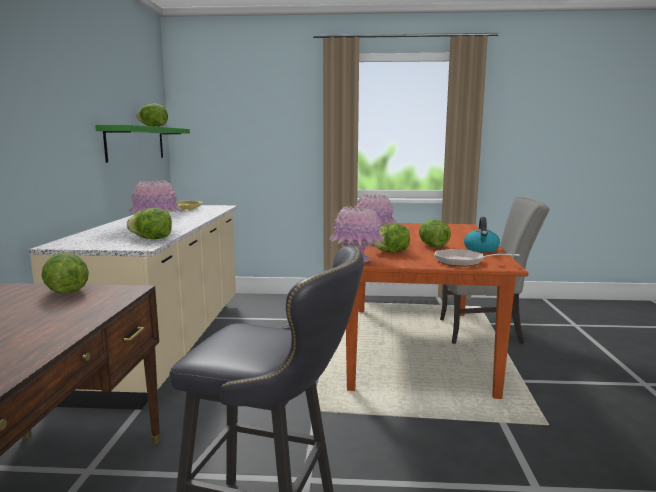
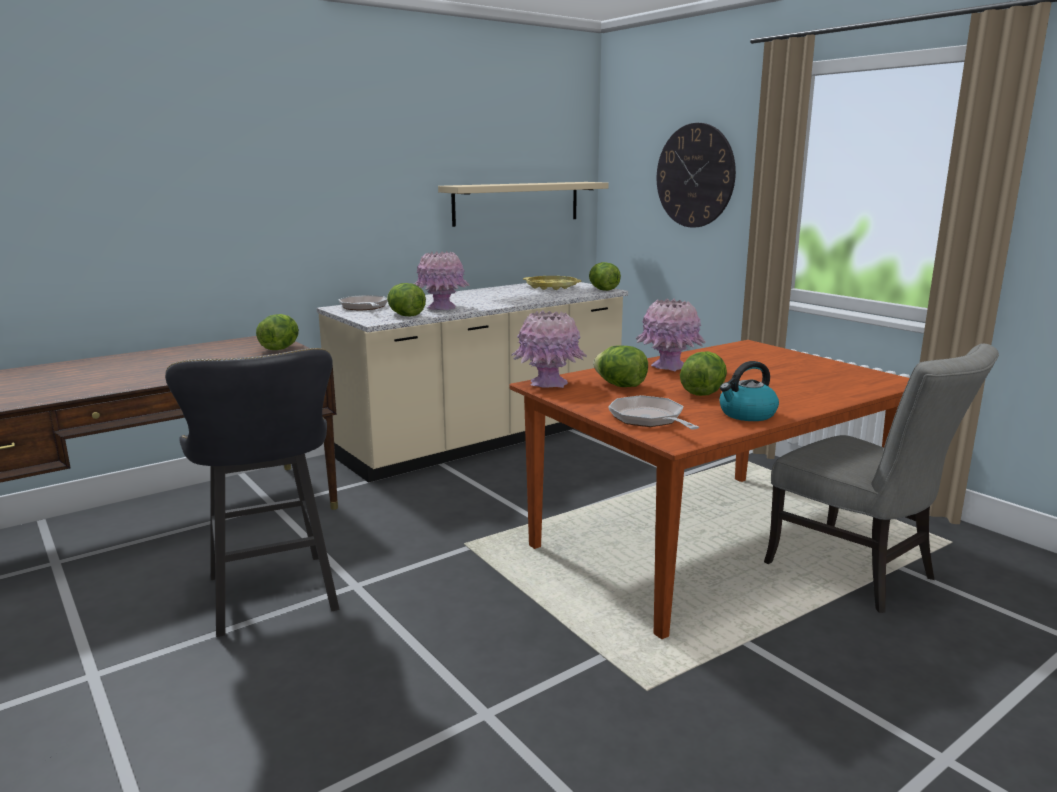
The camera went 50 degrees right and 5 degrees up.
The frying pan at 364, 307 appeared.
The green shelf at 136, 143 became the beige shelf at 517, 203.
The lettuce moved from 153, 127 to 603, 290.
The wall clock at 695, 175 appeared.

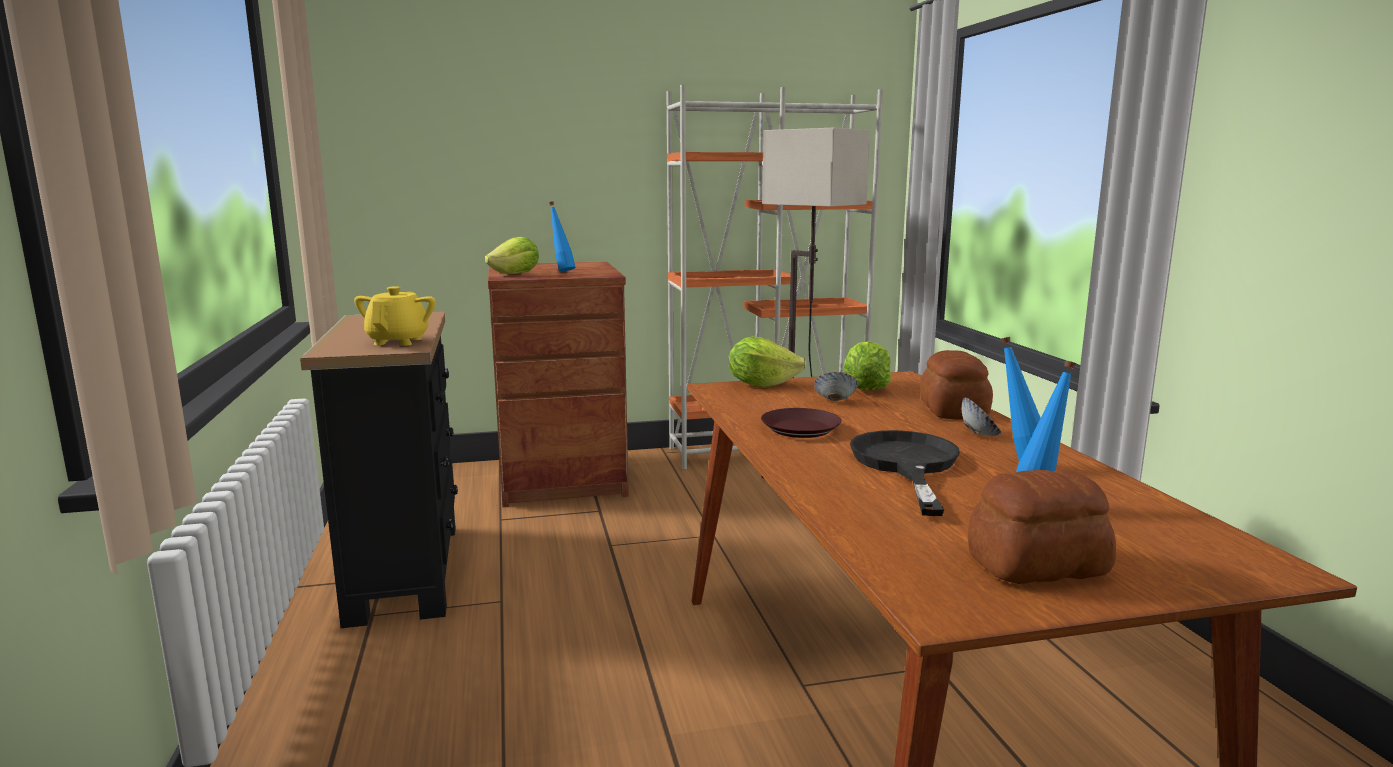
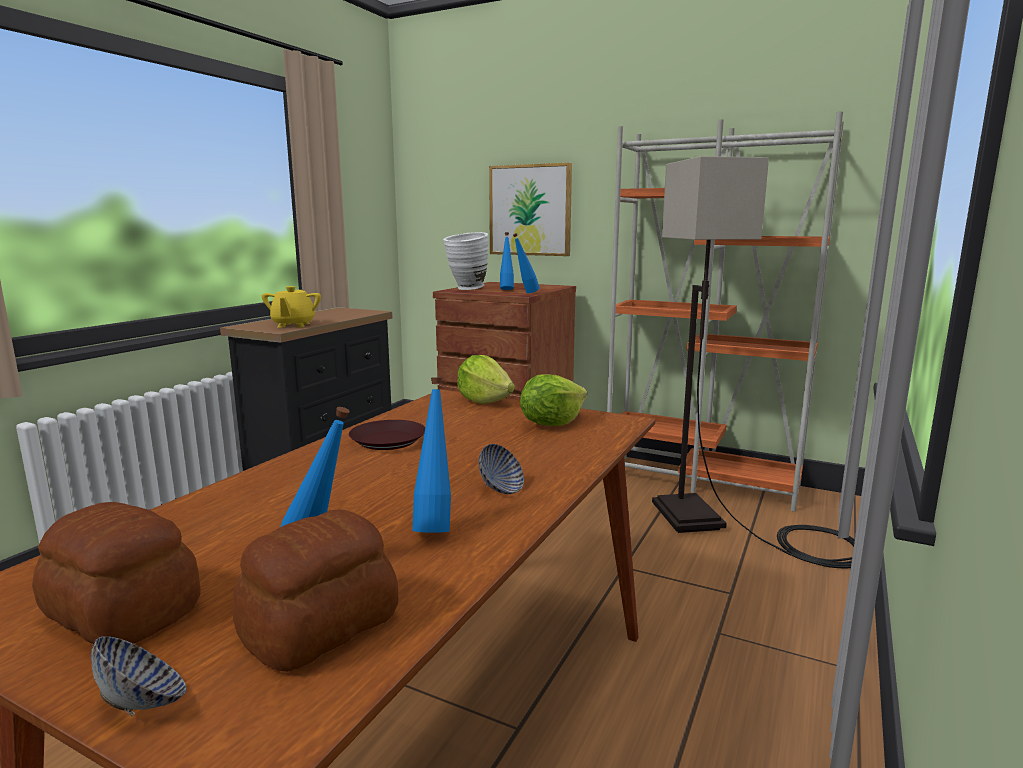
The camera went 40 degrees right and 0 degrees up.
The bowl moved from 835, 401 to 144, 702.
The bread moved from 954, 410 to 322, 626.
The yellow teapot at 398, 341 turned 135 degrees clockwise.
The lettuce at 515, 274 was replaced by the white vase at 466, 289.
The picture at 530, 210 appeared.
The blue bottle at 525, 293 appeared.
The black frying pan at 906, 465 disappeared.

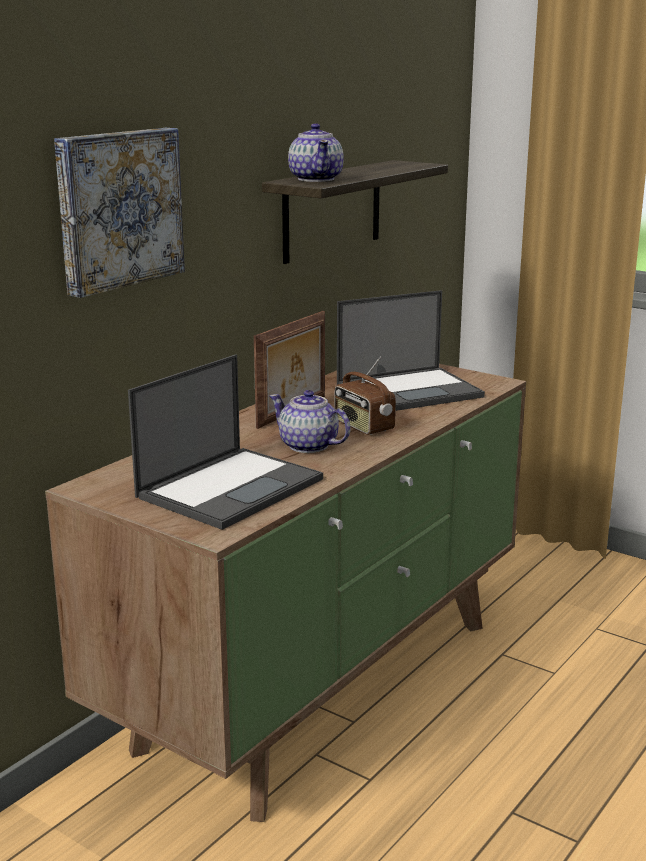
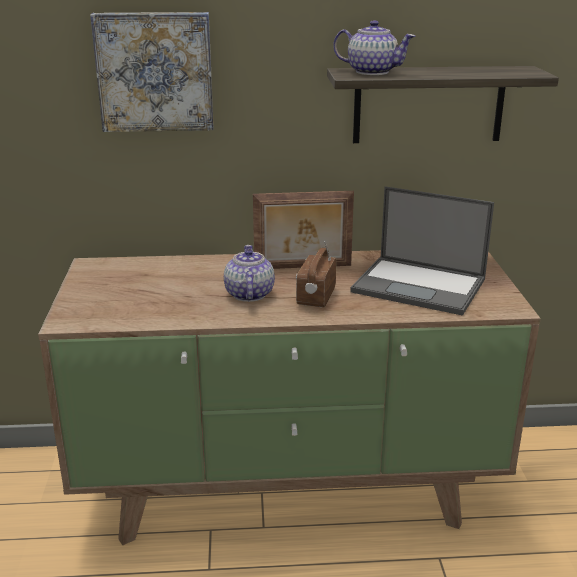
The camera went 50 degrees right and 5 degrees up.
The teapot at 316, 179 turned 105 degrees counterclockwise.
The laptop at 231, 487 disappeared.

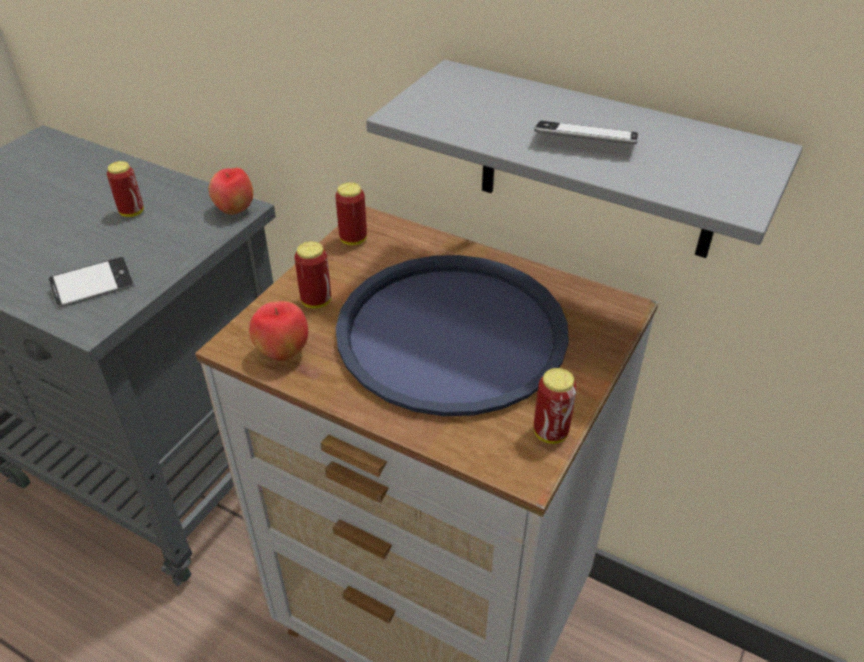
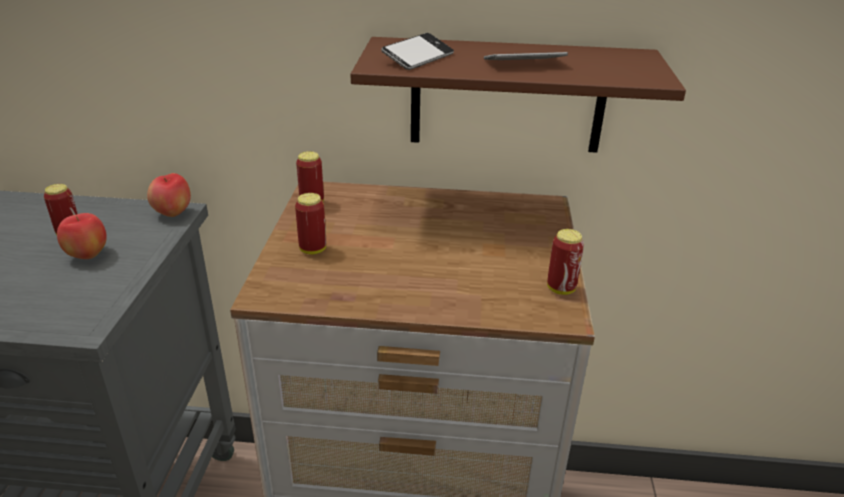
The camera went 25 degrees left and 10 degrees down.
The apple moved from 283, 353 to 88, 255.
The grey shelf at 598, 162 became the brown shelf at 507, 96.
The phone moved from 93, 287 to 418, 58.
The blue tray at 451, 333 disappeared.

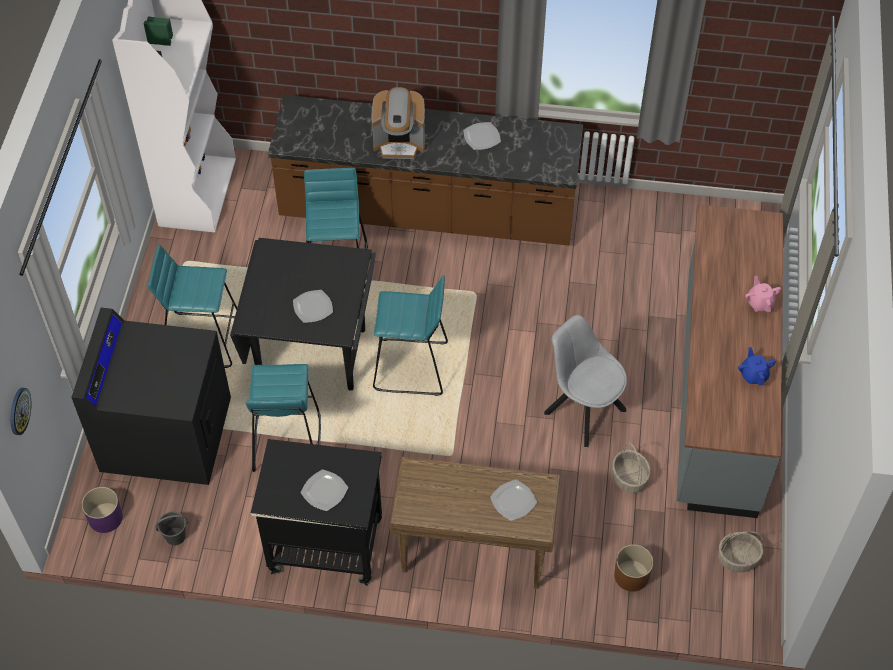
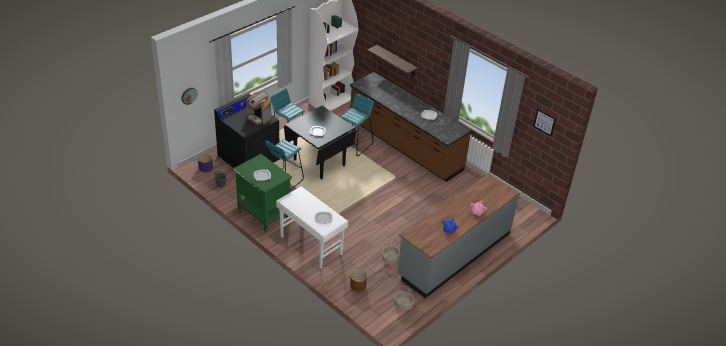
The camera went 35 degrees right and 15 degrees down.
The black cart at 324, 546 became the green cart at 263, 215.
The coffee machine moved from 399, 143 to 259, 118.
The brown console table at 473, 551 became the white console table at 310, 245.
The shelf at 396, 61 appeared.
The picture at 544, 122 appeared.
The turquoise stool at 411, 367 disappeared.
The grey chair at 583, 410 disappeared.

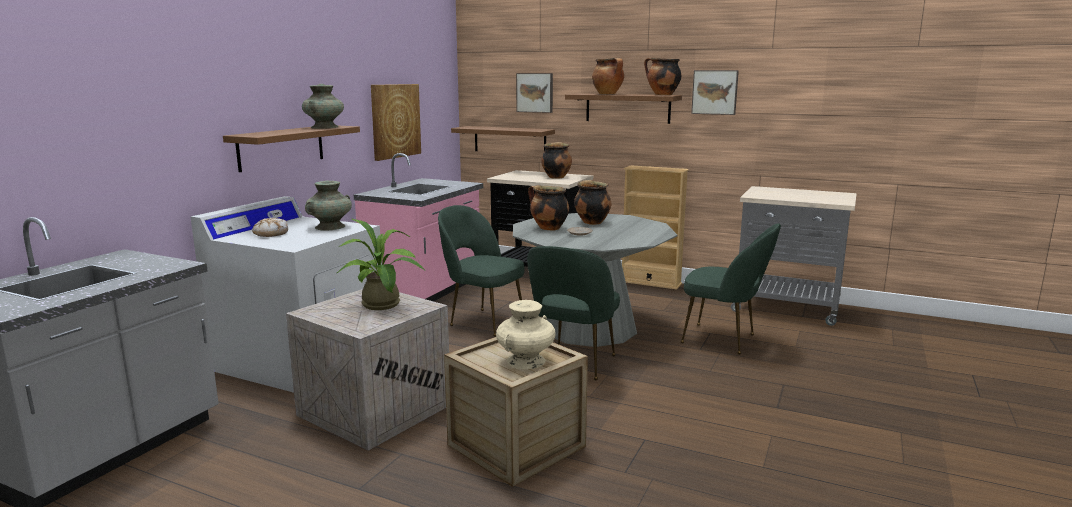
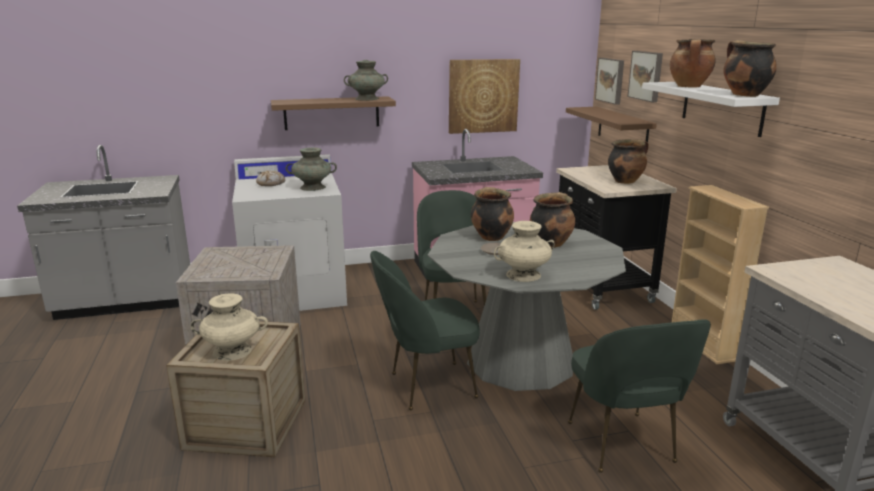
The camera went 50 degrees right and 5 degrees up.
The beige vase at 523, 275 appeared.
The picture moved from 715, 92 to 611, 80.
The brown shelf at 627, 108 became the white shelf at 721, 107.
The potted plant at 383, 306 disappeared.

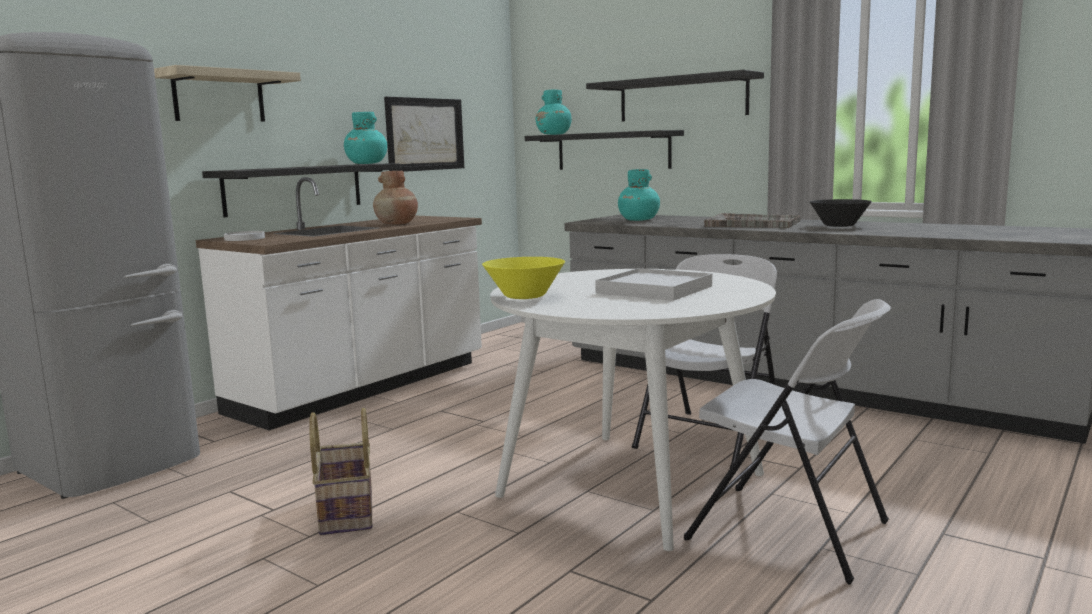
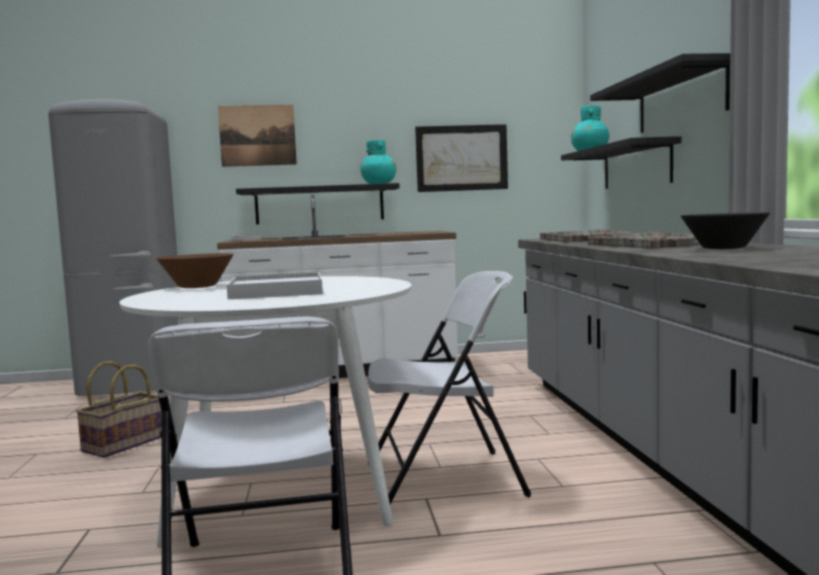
The camera went 45 degrees right and 5 degrees down.
The yellow bowl at 525, 296 became the brown bowl at 198, 286.
The shelf at 219, 97 was replaced by the picture at 257, 135.
The turquoise vase at 639, 220 was replaced by the grey tray at 584, 239.
The brown vase at 396, 224 disappeared.

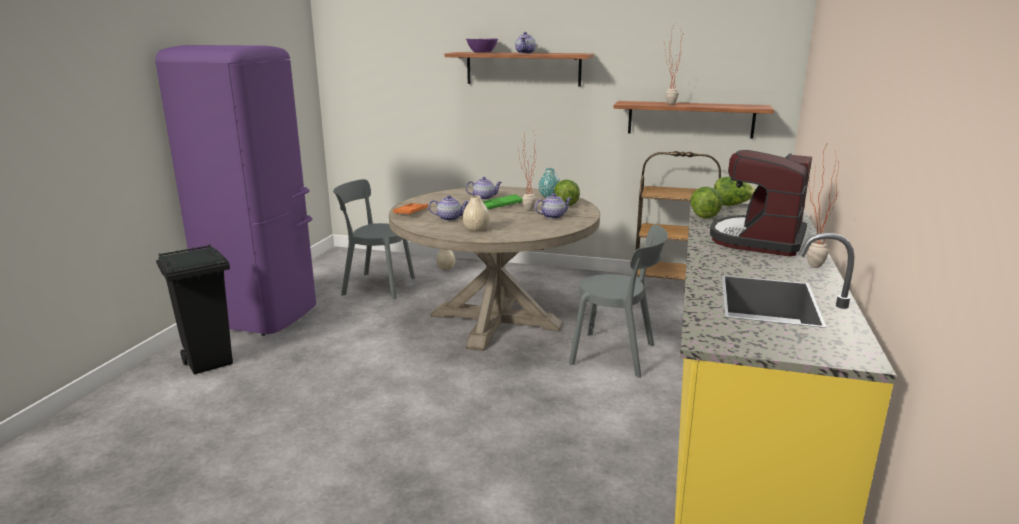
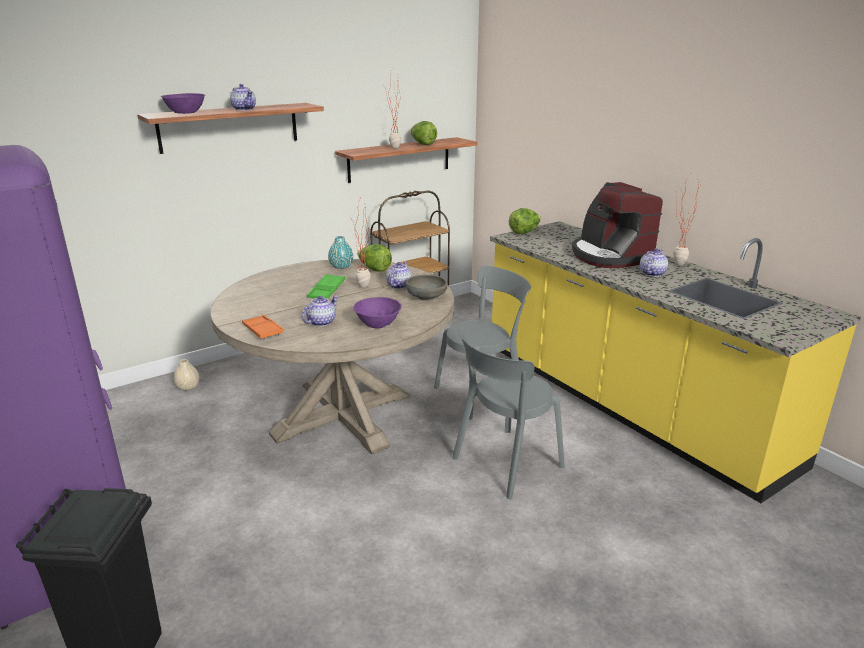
The camera went 50 degrees left and 5 degrees up.
The beige vase at 476, 229 was replaced by the purple bowl at 377, 323.
The grey bowl at 426, 297 appeared.
The lettuce moved from 704, 216 to 422, 144.
The grey chair moved from 375, 286 to 504, 464.
The teapot moved from 484, 197 to 652, 273.

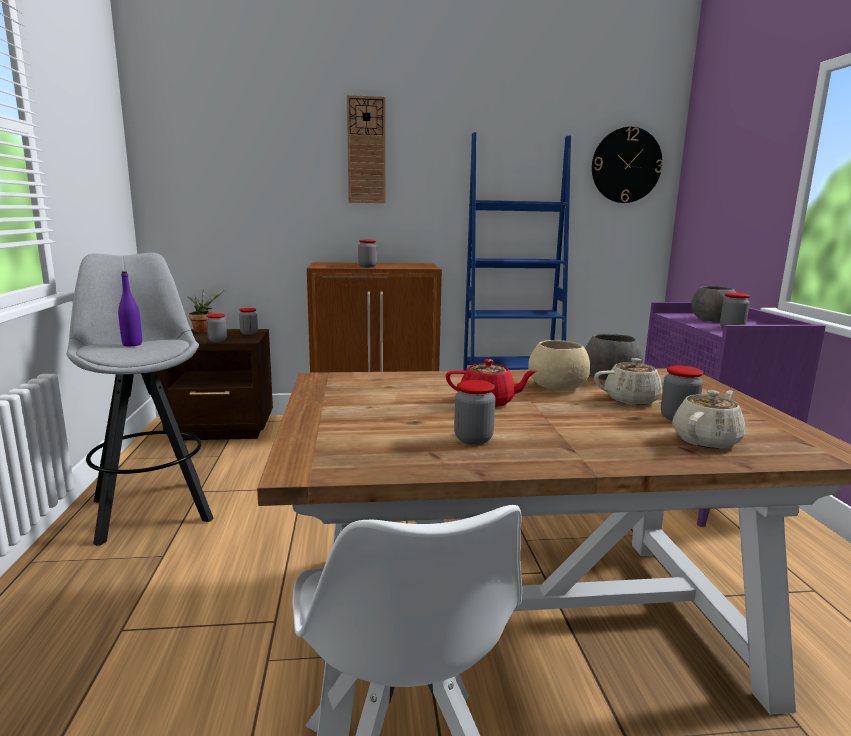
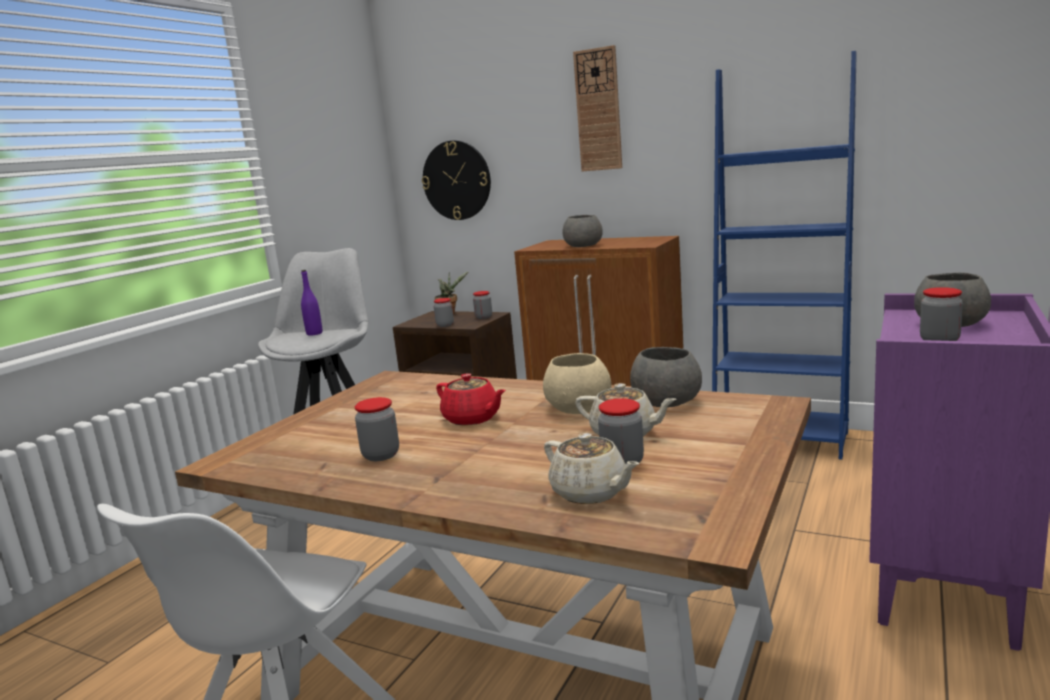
The camera went 35 degrees right and 0 degrees up.
The wall clock moved from 626, 165 to 456, 180.
The beige teapot at 706, 440 turned 60 degrees clockwise.
The jar at 367, 266 was replaced by the grey bowl at 582, 246.

